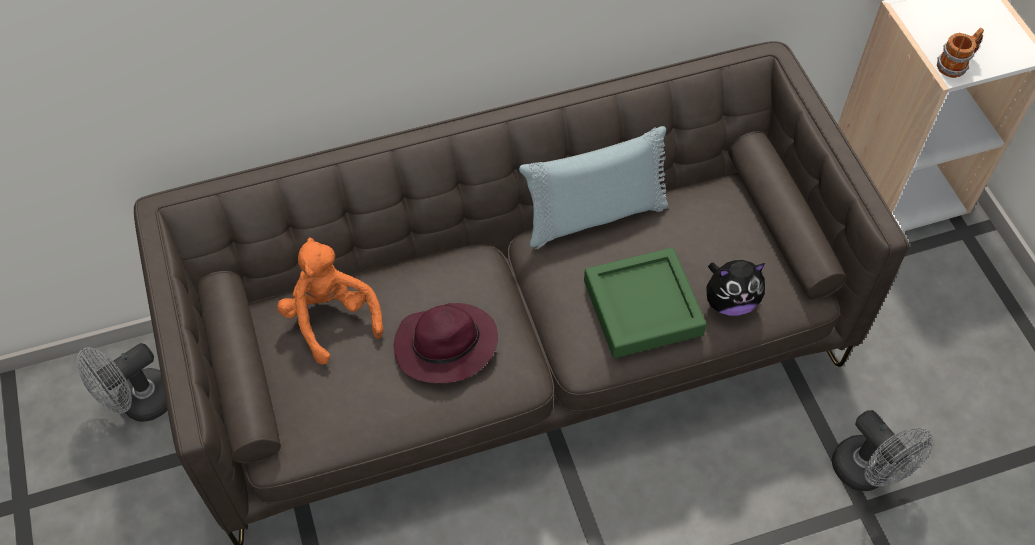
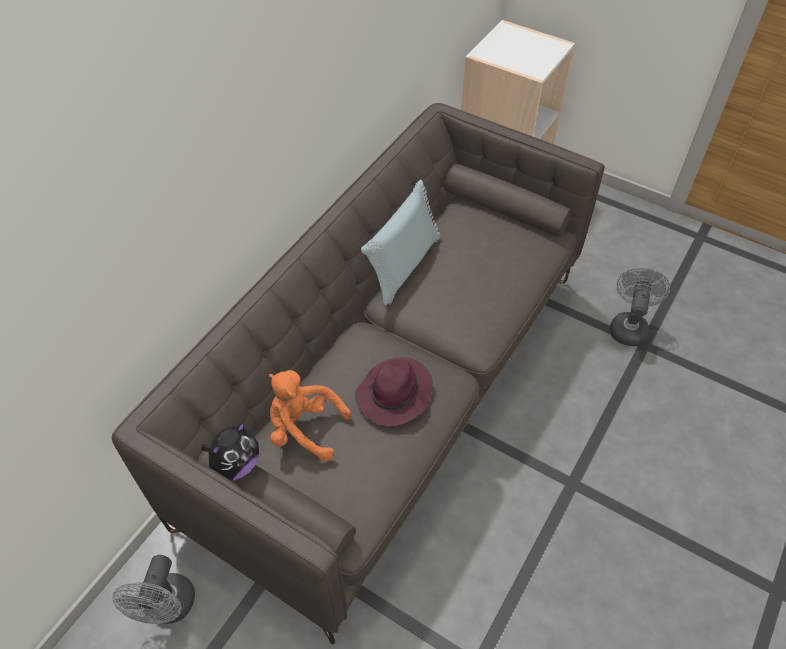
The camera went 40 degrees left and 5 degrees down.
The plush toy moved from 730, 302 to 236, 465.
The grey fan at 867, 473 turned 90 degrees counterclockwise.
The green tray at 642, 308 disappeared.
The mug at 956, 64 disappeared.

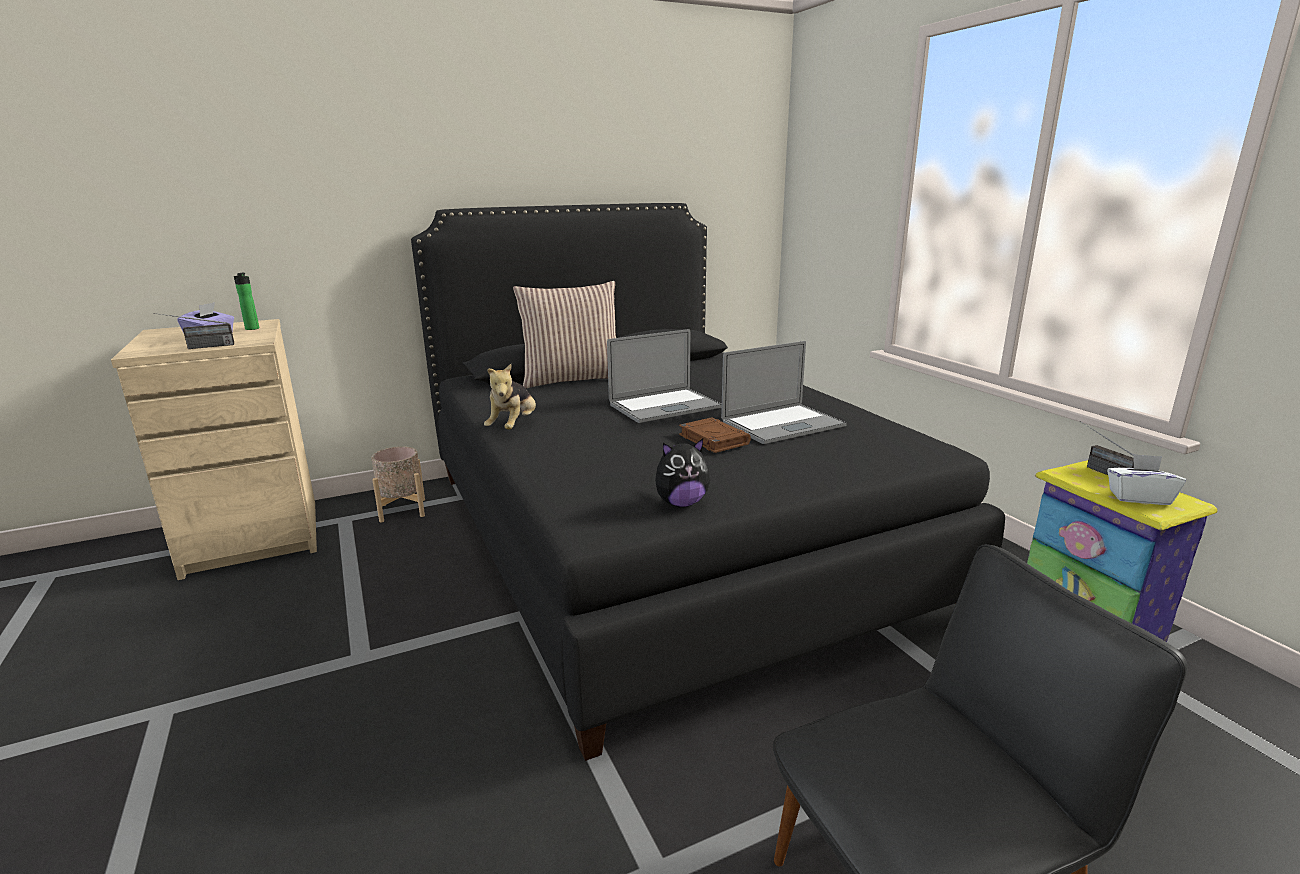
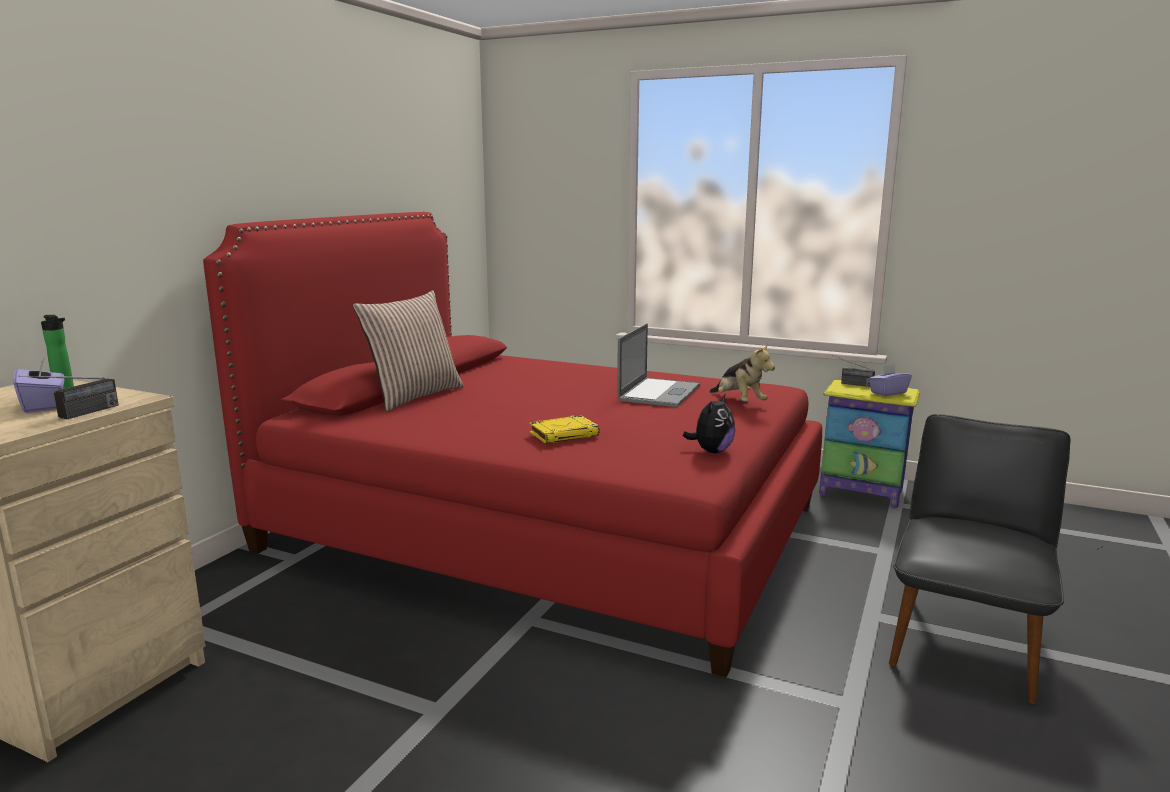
The camera went 40 degrees left and 5 degrees down.
The black bed at 659, 536 became the red bed at 543, 528.
The yellow book at 564, 434 appeared.
The plush toy moved from 513, 427 to 739, 402.
The white tissue box at 1139, 497 became the purple tissue box at 888, 392.
The beige planter at 402, 510 disappeared.
The laptop at 665, 406 disappeared.
The brown book at 713, 439 disappeared.

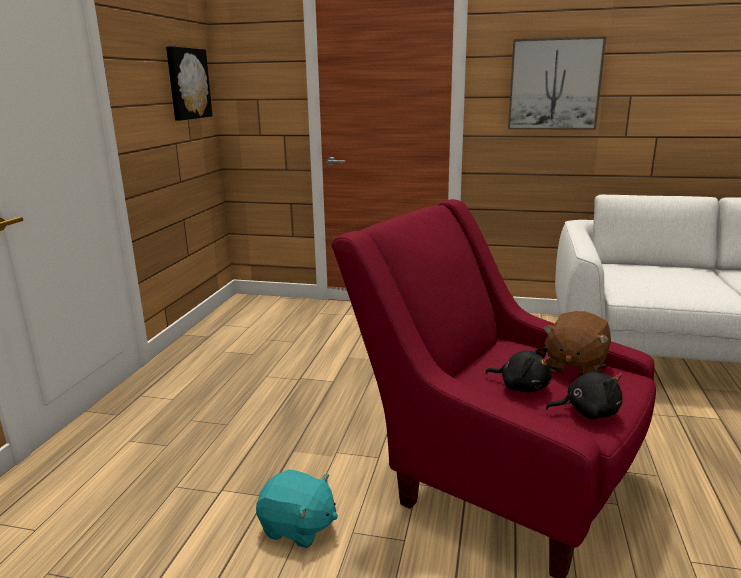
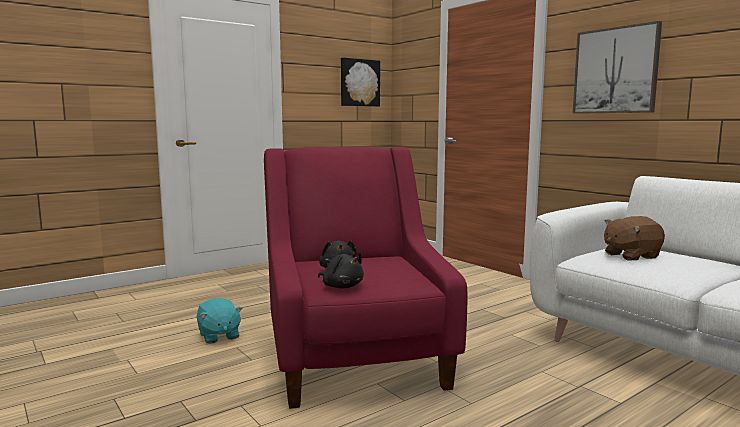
The camera went 40 degrees right and 10 degrees down.
The brown plush toy moved from 574, 366 to 630, 255.

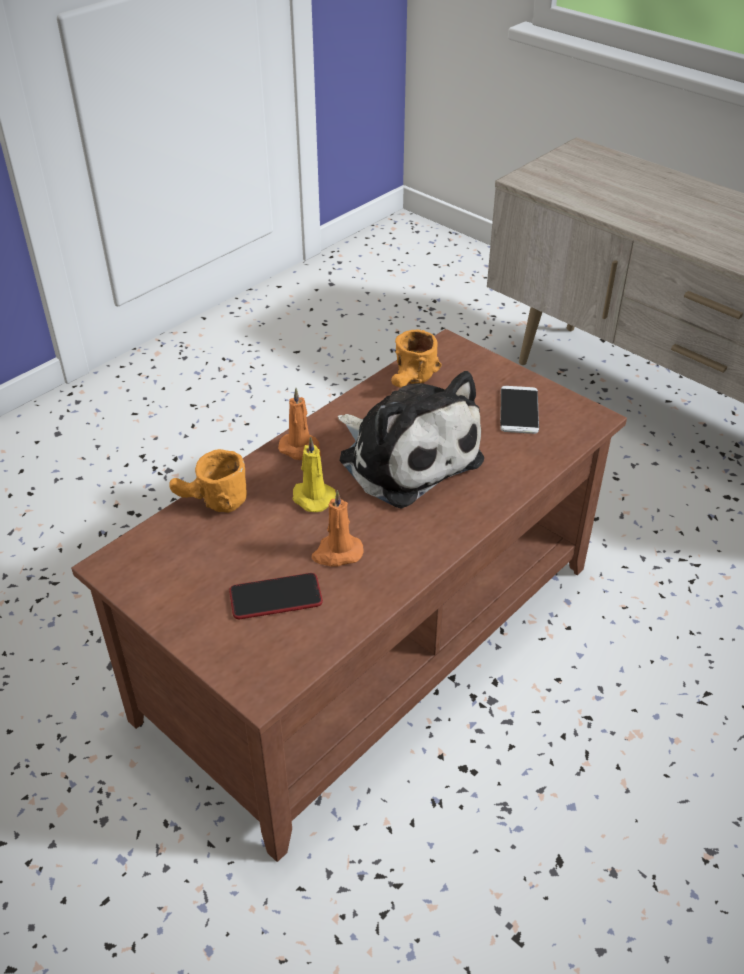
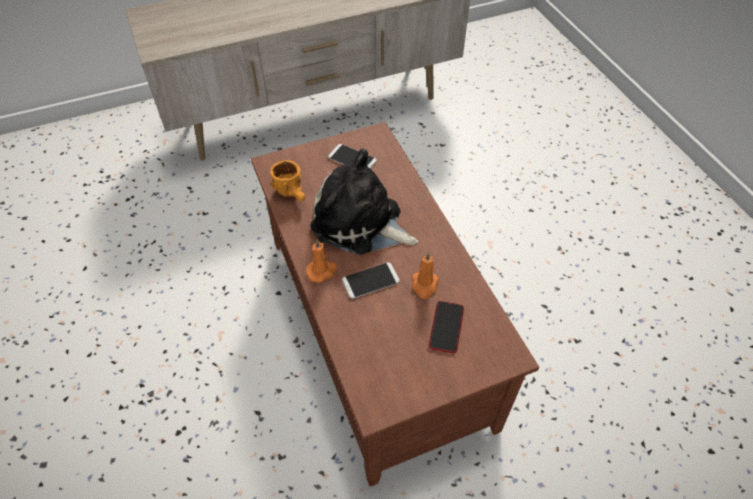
The camera went 65 degrees left and 10 degrees up.
The plush toy at 405, 457 turned 135 degrees counterclockwise.
The yellow candle at 312, 497 was replaced by the phone at 370, 281.
The orange mug at 210, 503 disappeared.

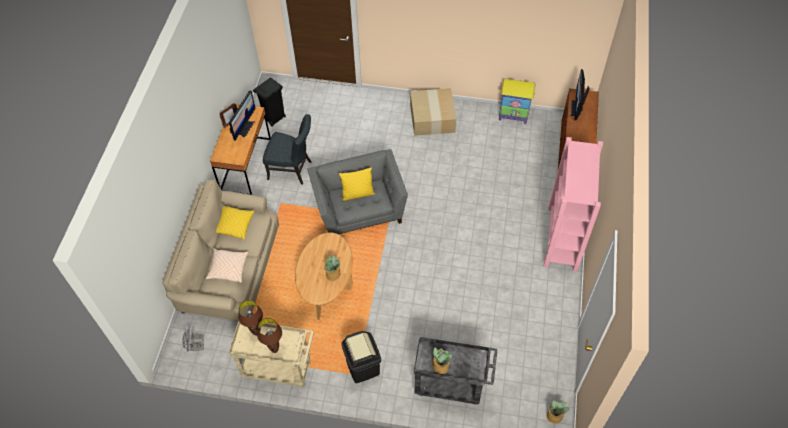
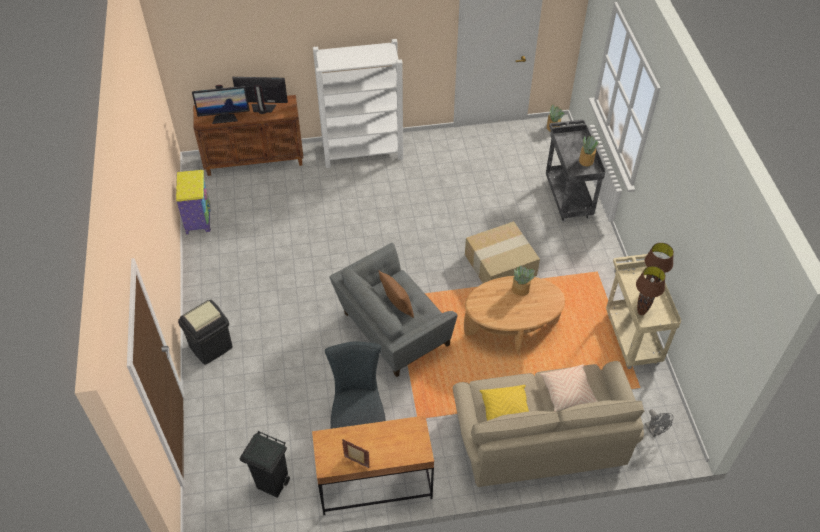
The camera went 110 degrees left and 5 degrees down.
The black trash can moved from 362, 367 to 211, 347.
The monitor moved from 244, 128 to 263, 109.
The pink bookcase at 562, 238 became the white bookcase at 362, 151.
The yellow pillow at 357, 194 became the brown pillow at 397, 305.
The cardboard box moved from 433, 118 to 500, 264.

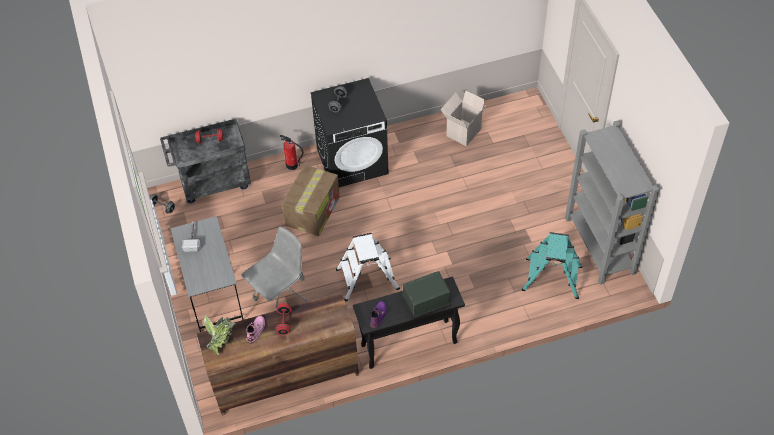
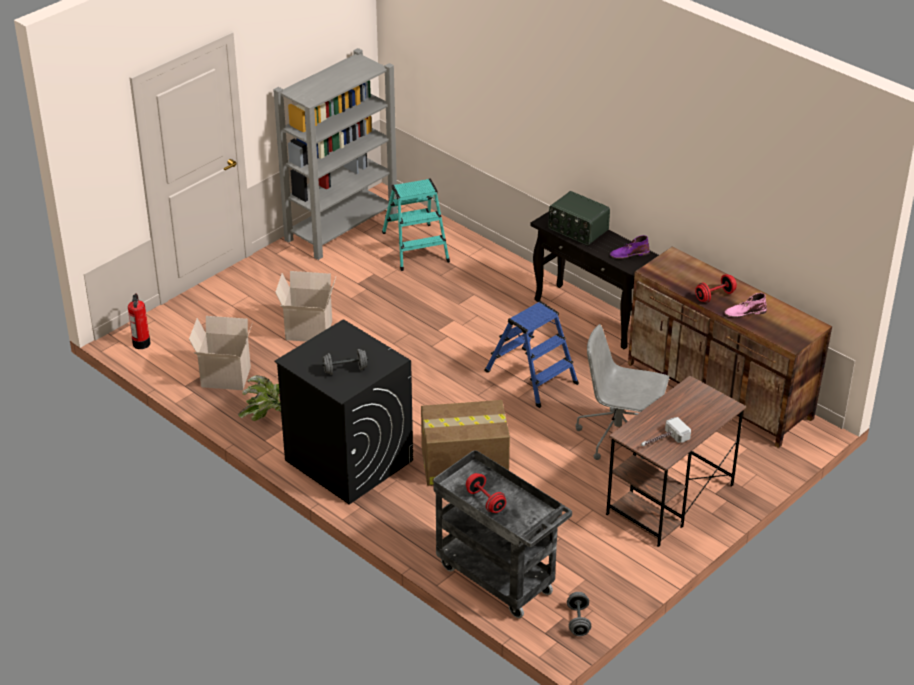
The camera went 120 degrees left and 15 degrees down.
The fire extinguisher moved from 292, 165 to 141, 343.
The potted plant moved from 221, 339 to 264, 414.
The cardboard box at 307, 331 appeared.
The white step ladder at 367, 279 became the blue step ladder at 531, 377.
The grey desk at 212, 294 became the brown desk at 669, 500.

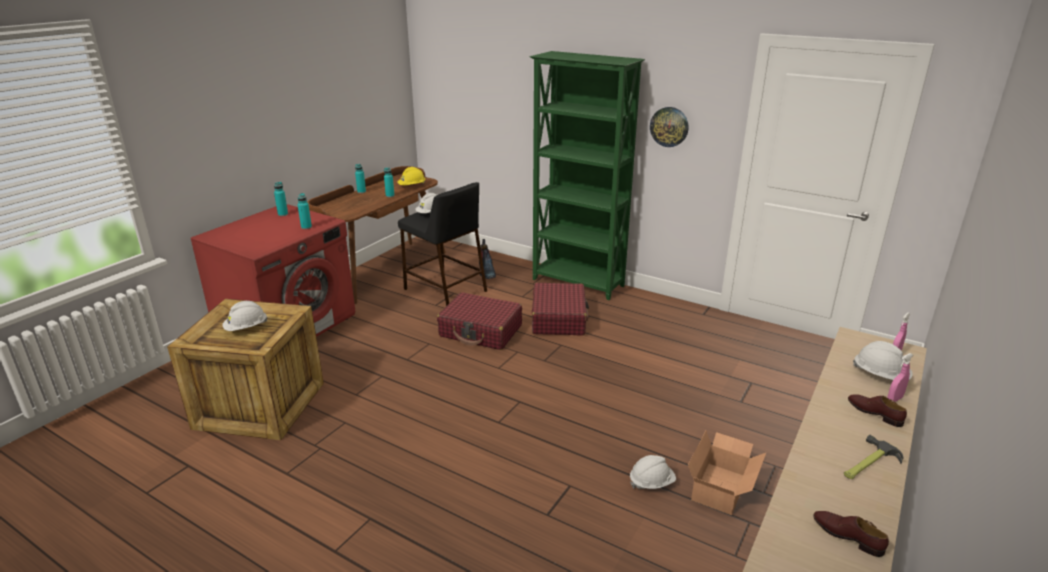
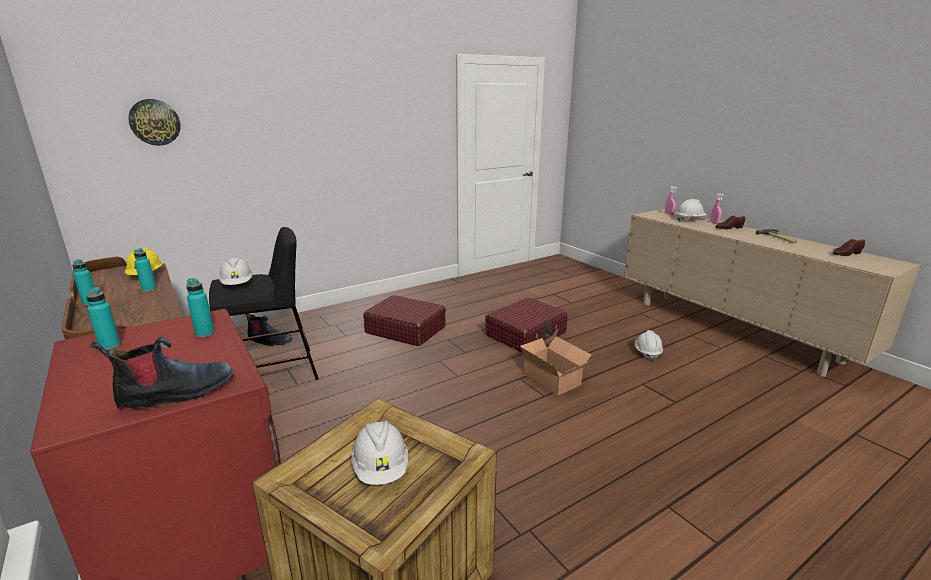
The camera went 65 degrees left and 5 degrees down.
The boot at 176, 394 appeared.
The wall clock moved from 669, 126 to 154, 122.
The red suitcase moved from 481, 331 to 526, 334.
The cardboard box moved from 722, 488 to 552, 378.
The green bookcase at 578, 283 disappeared.

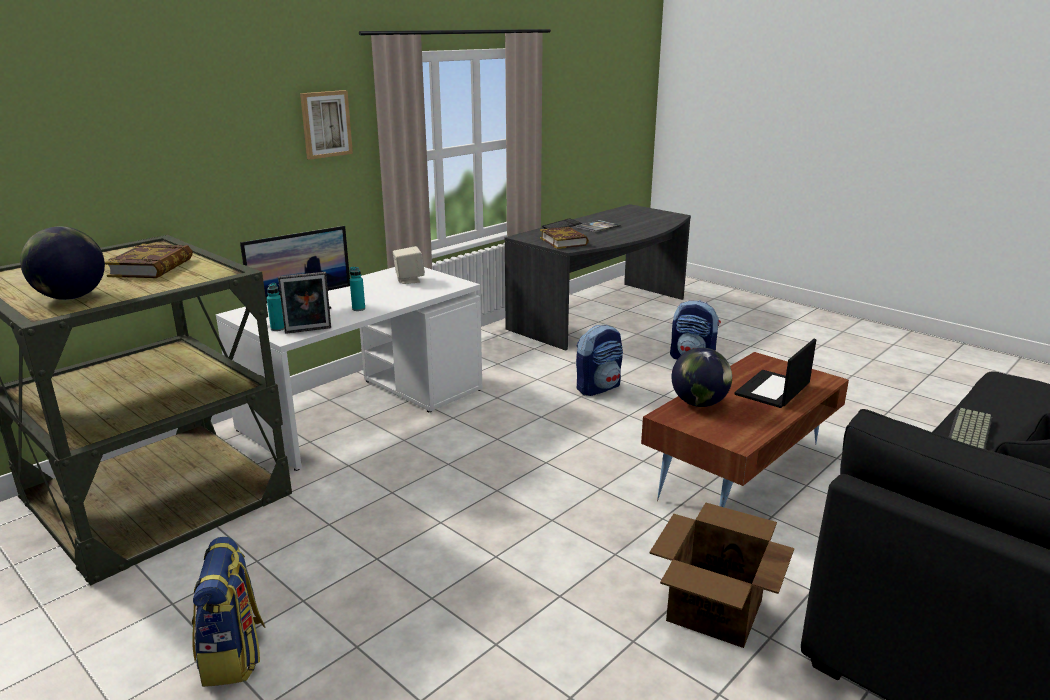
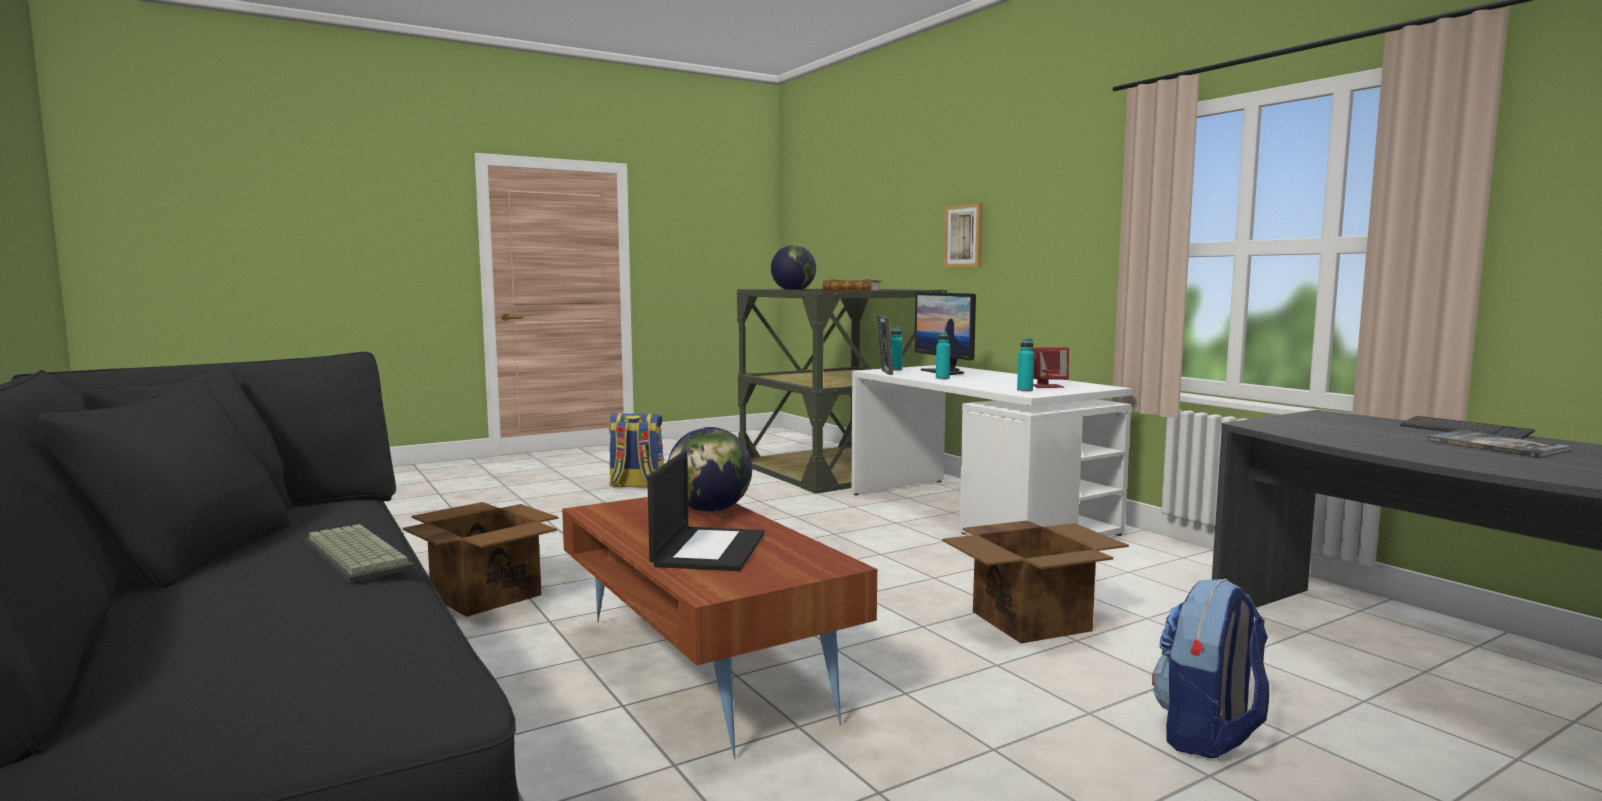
The camera went 105 degrees right and 15 degrees down.
The laptop at 773, 390 turned 45 degrees clockwise.
The backpack at 598, 387 was replaced by the cardboard box at 1032, 621.
The picture moved from 326, 124 to 964, 236.
The turquoise bottle at 1025, 390 appeared.
The beige speaker at 409, 280 became the red speaker at 1047, 386.
The book at 564, 241 disappeared.

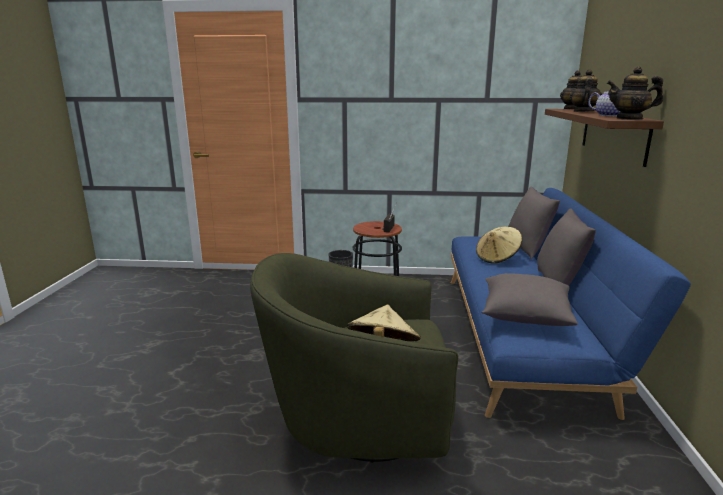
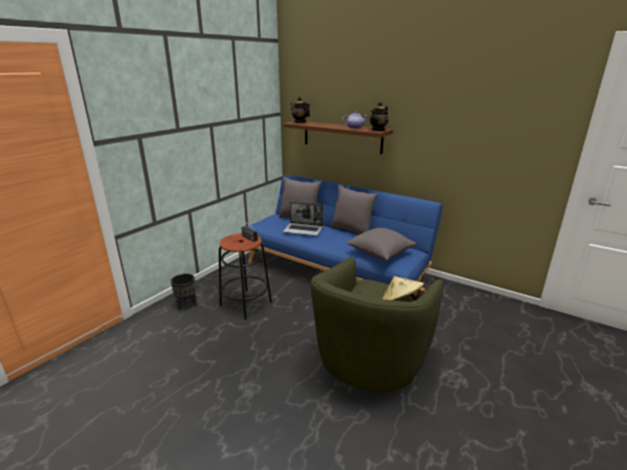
The camera went 60 degrees left and 5 degrees up.
The beige hat at 497, 258 was replaced by the laptop at 304, 230.
The teapot at 583, 111 disappeared.

